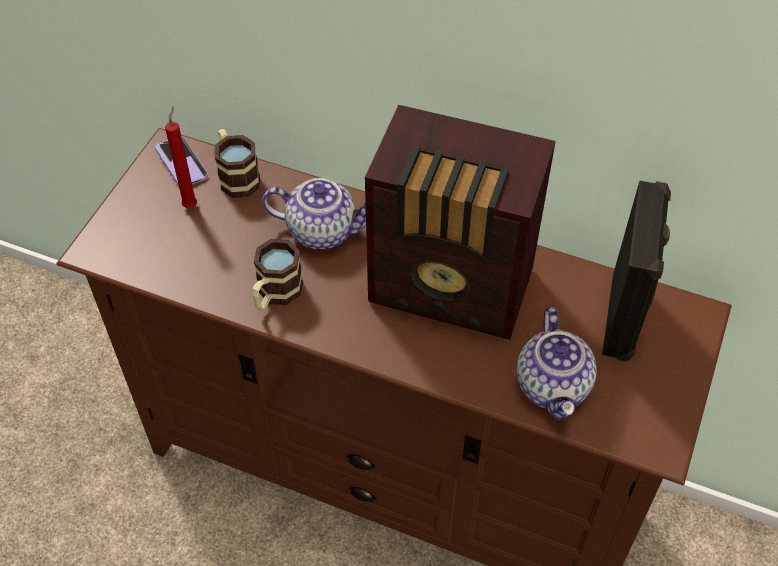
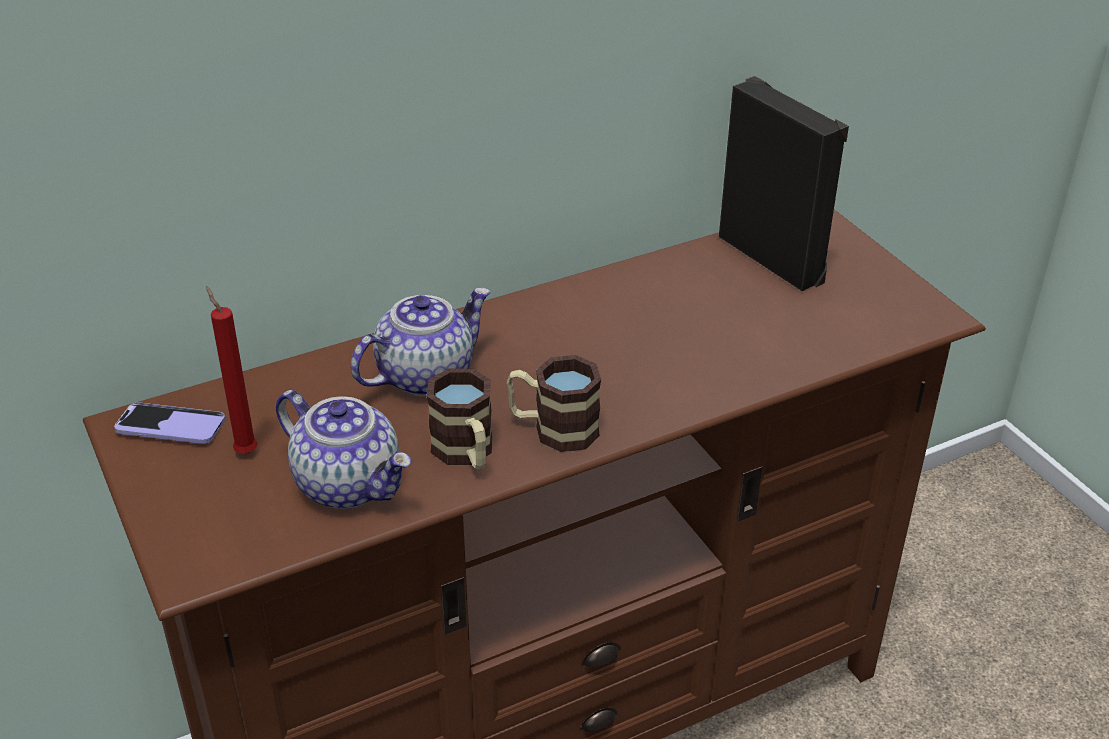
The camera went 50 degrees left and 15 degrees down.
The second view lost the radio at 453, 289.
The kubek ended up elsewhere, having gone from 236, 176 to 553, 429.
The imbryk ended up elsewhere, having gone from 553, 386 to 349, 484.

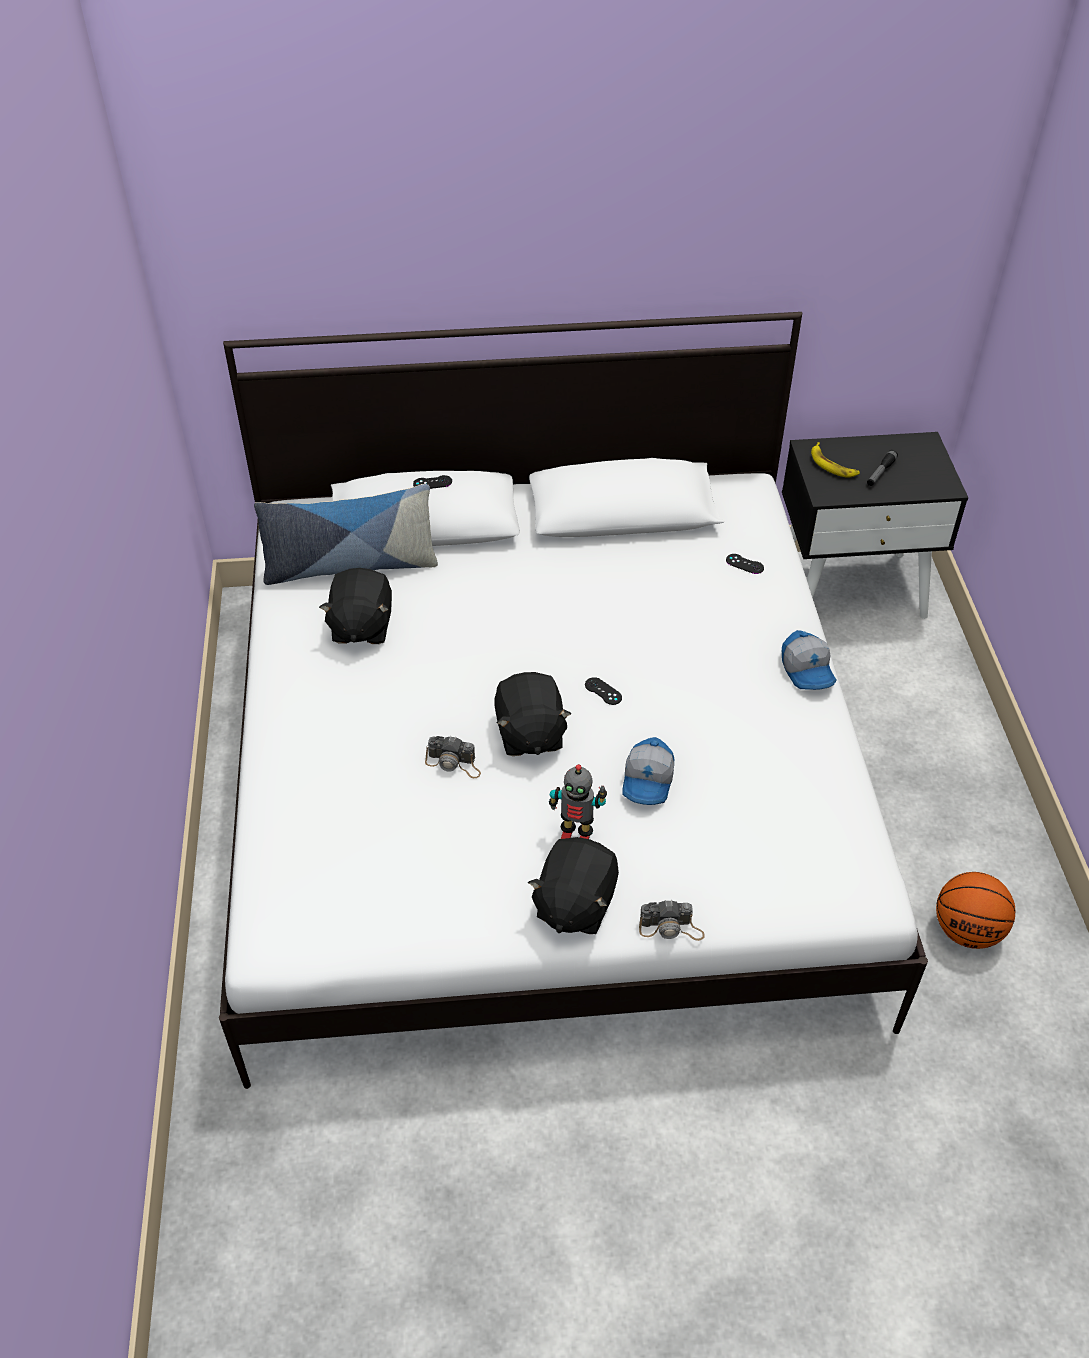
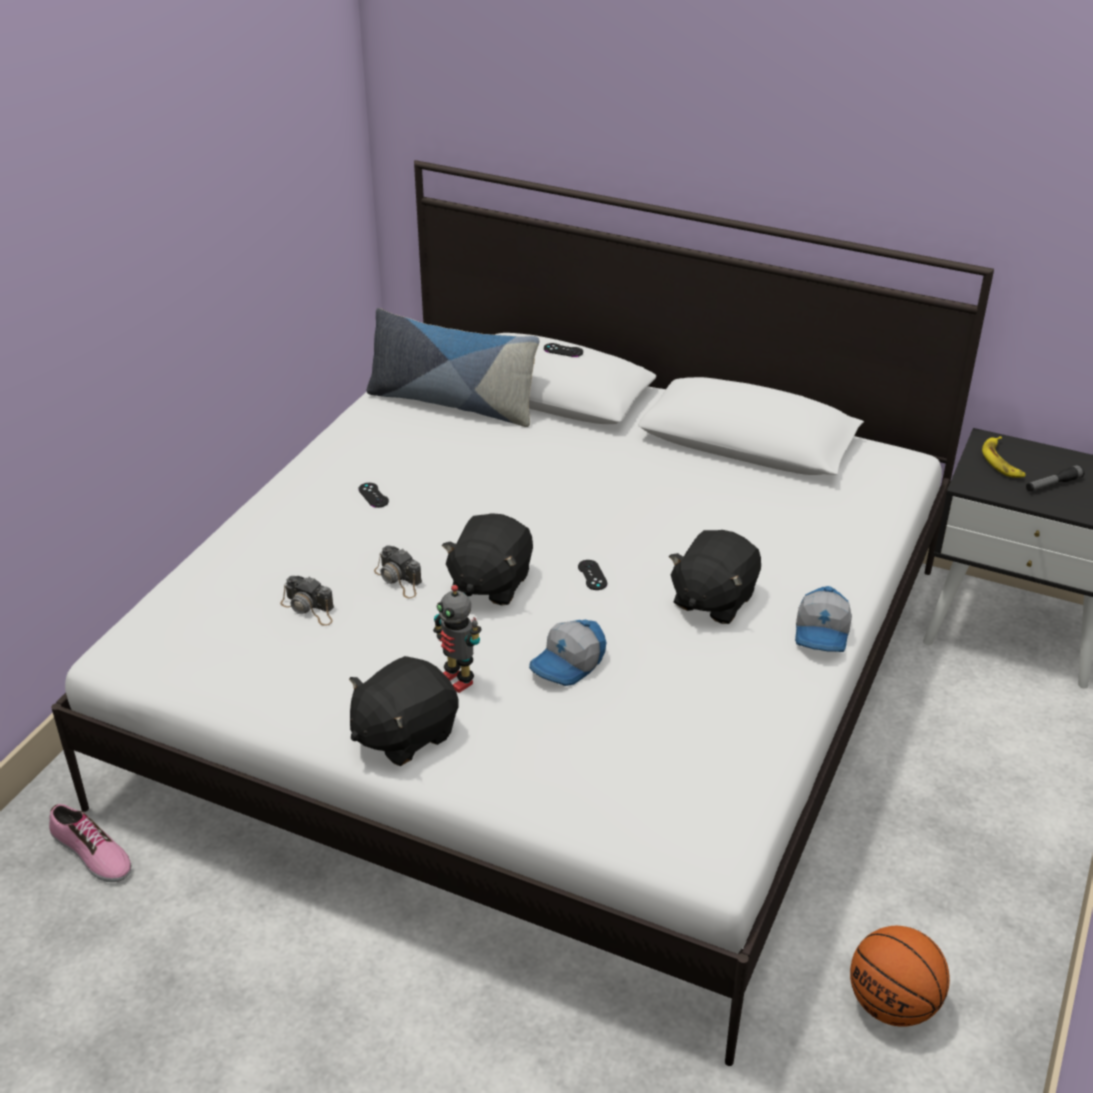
The camera went 30 degrees right and 10 degrees down.
The second view gained the but at 91, 853.
The pluszak [czarny] ended up elsewhere, having gone from 361, 626 to 712, 600.
The aparat fotograficzny ended up elsewhere, having gone from 671, 928 to 309, 608.
The pad do gier [czarny] ended up elsewhere, having gone from 744, 564 to 373, 495.

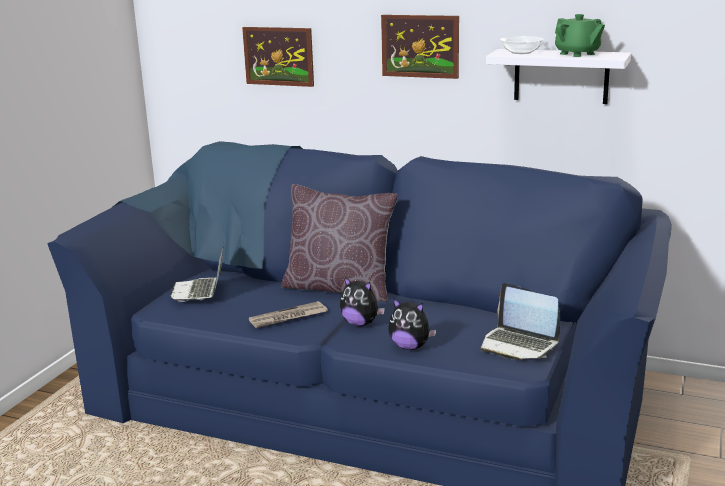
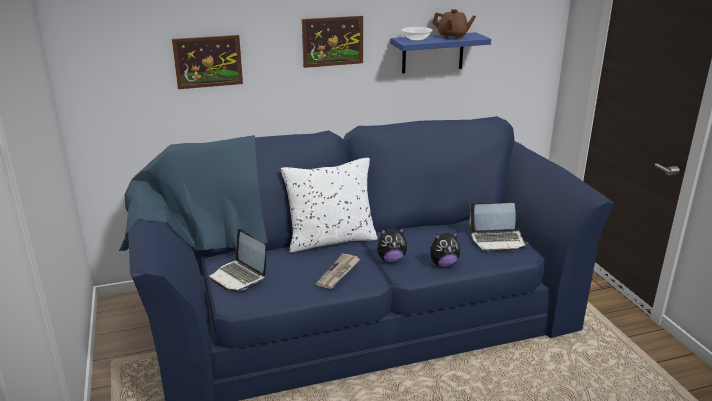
The camera went 40 degrees left and 5 degrees up.
What was the poduszka [brązowy] at 339, 288 turned into the poduszka [biały] at 330, 239.
What was the półka [biały] at 561, 76 turned into the półka [niebieski] at 432, 53.
What was the imbryk [zielony] at 577, 54 turned into the imbryk [brązowy] at 452, 37.

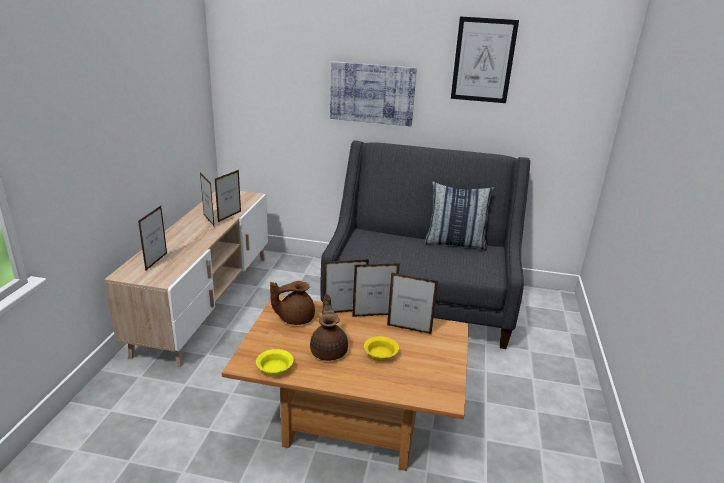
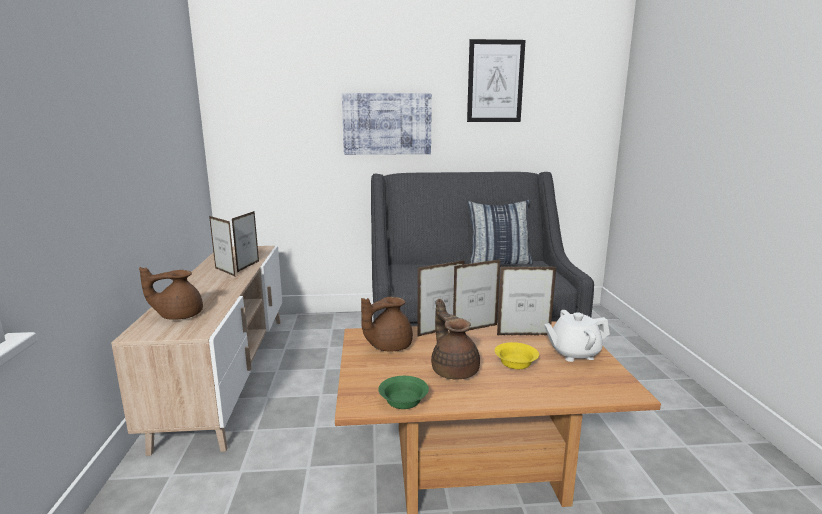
The camera went 15 degrees left and 10 degrees down.
The second view gained the imbryk [biały] at 573, 353.
Where the ramka na zdjęcie stood at 156, 262, the imbryk [brązowy] came to stand at 179, 315.
What was the miska [żółty] at 274, 369 turned into the miska [zielony] at 403, 401.

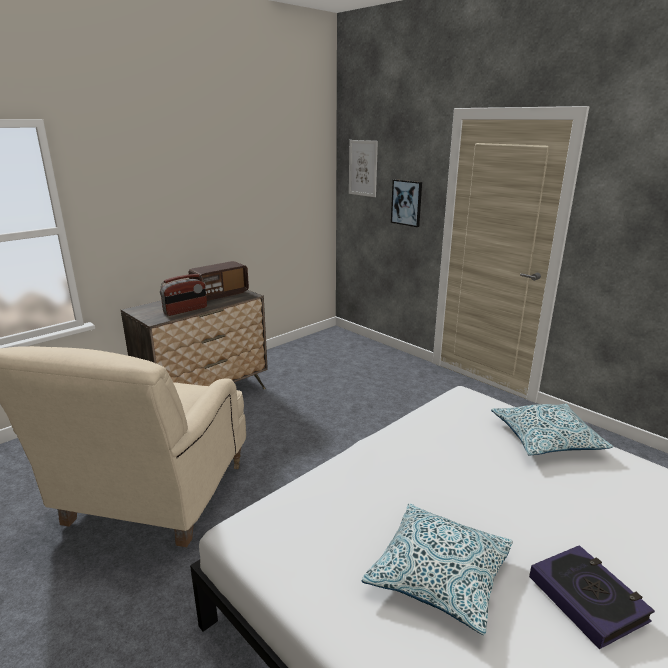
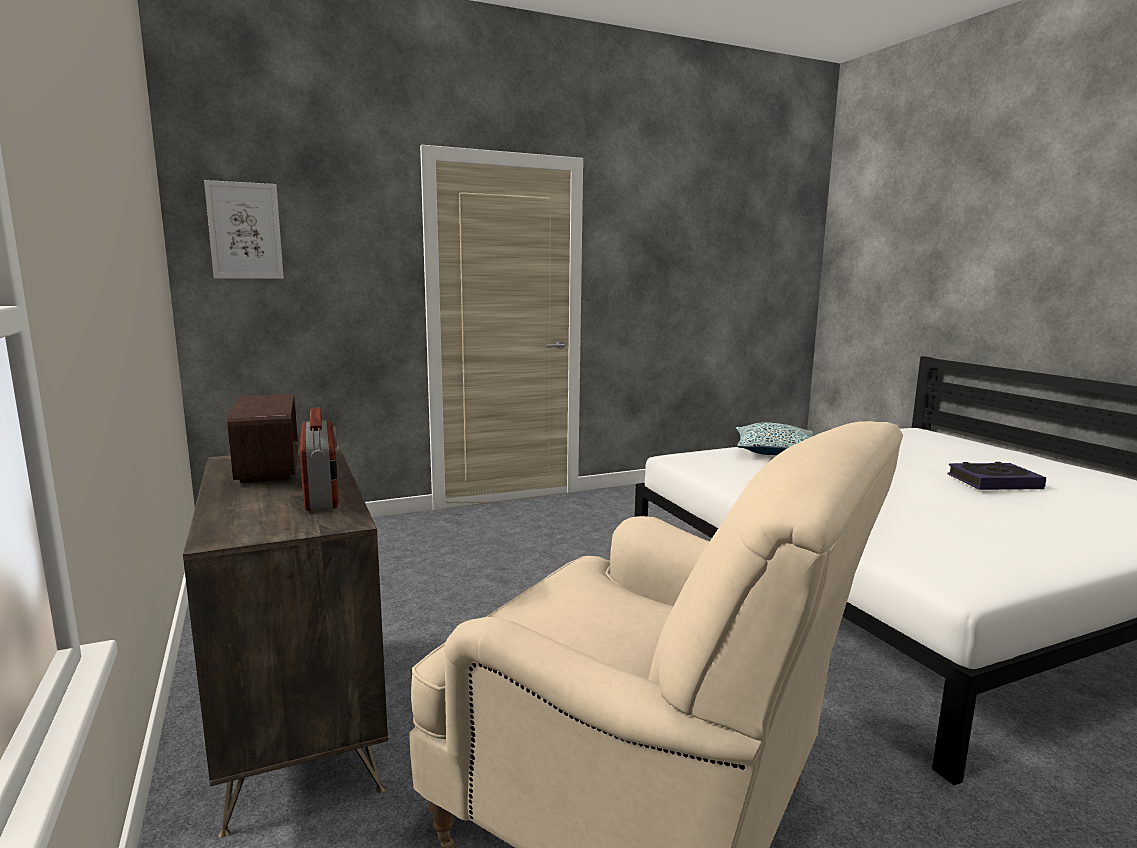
The camera went 70 degrees left and 10 degrees down.
The second view lost the poduszka at 439, 575.
The second view lost the obraz at 407, 202.

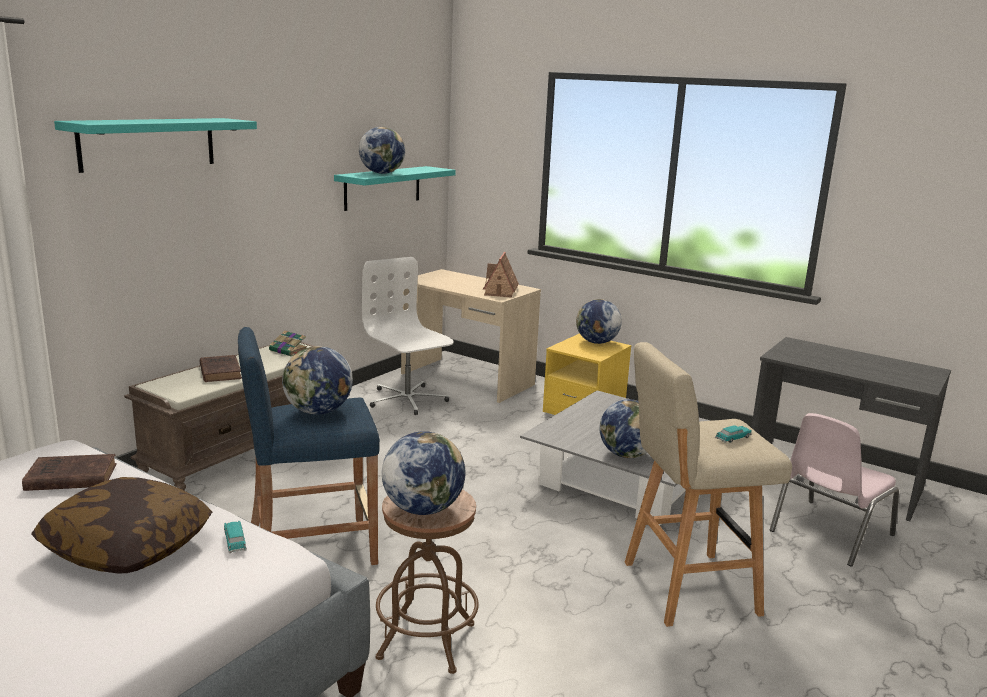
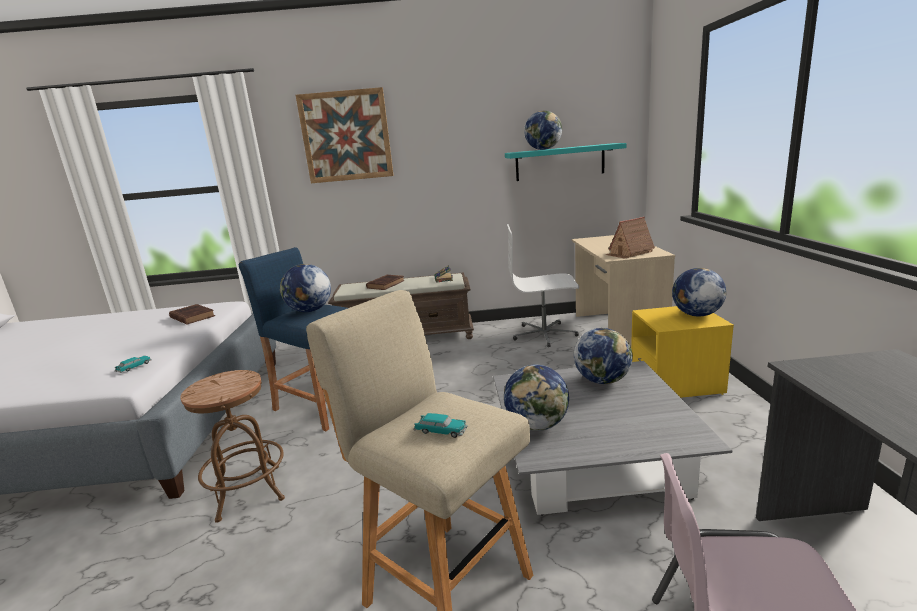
The camera went 55 degrees right and 0 degrees up.
The second view lost the poduszka at 127, 548.
The globus ended up elsewhere, having gone from 422, 509 to 602, 380.
Where the półka [turkusowy] hung at 148, 143, the obraz came to hang at 346, 136.
The krzesło biurowe [biały] at 407, 400 ended up facing another way, 105 degrees counterclockwise from before.

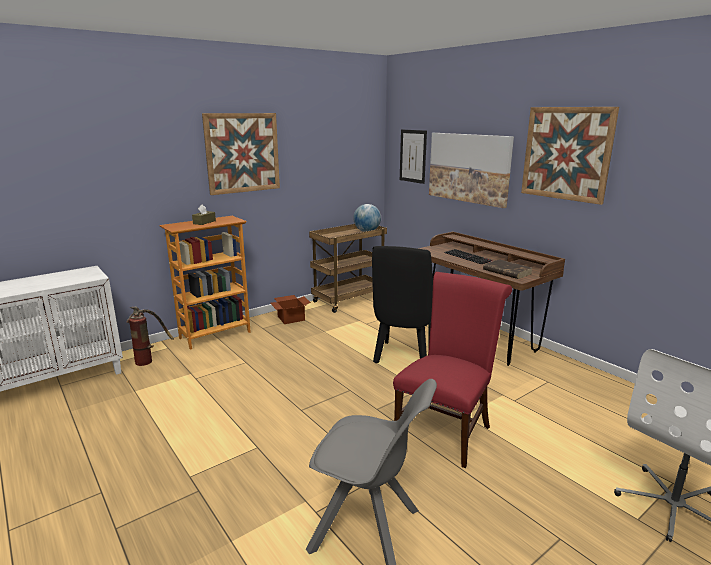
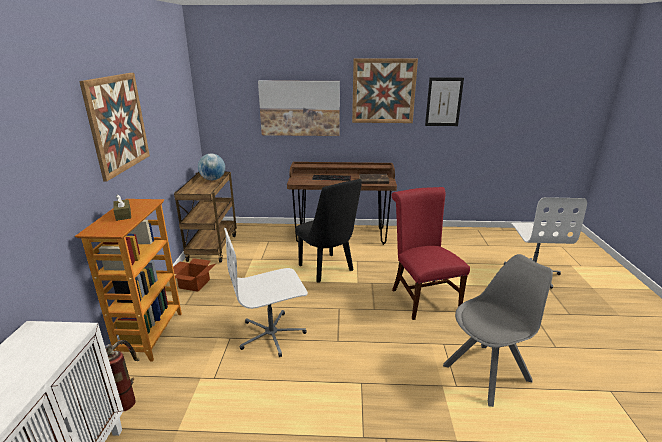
The camera went 50 degrees left and 5 degrees up.
The second view gained the krzesło biurowe [biały] at 272, 334.
The obraz ended up elsewhere, having gone from 413, 156 to 443, 102.

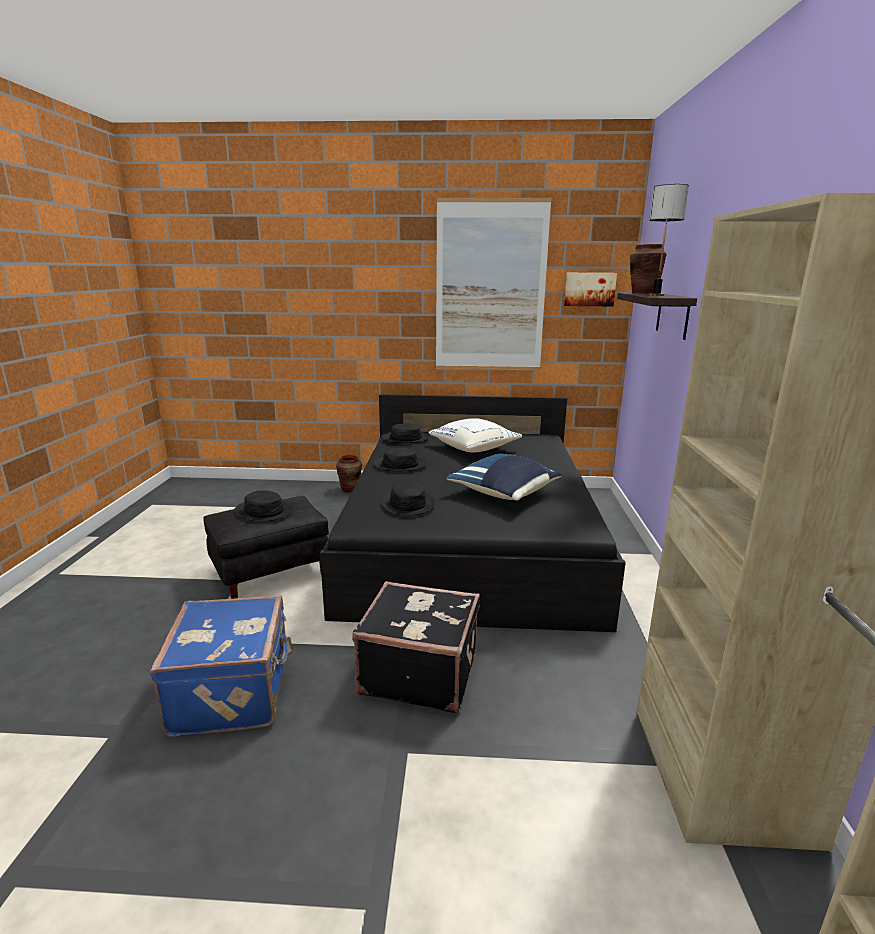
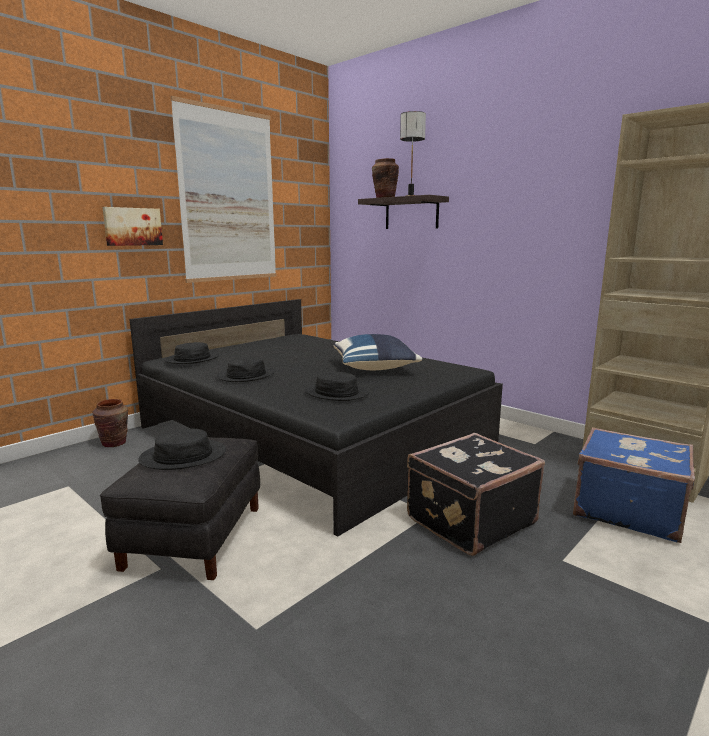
The camera went 50 degrees left and 5 degrees down.
The second view lost the poduszka [biały] at 473, 448.
The walizka [niebieski] ended up elsewhere, having gone from 234, 692 to 627, 510.
The obraz ended up elsewhere, having gone from 589, 289 to 132, 226.

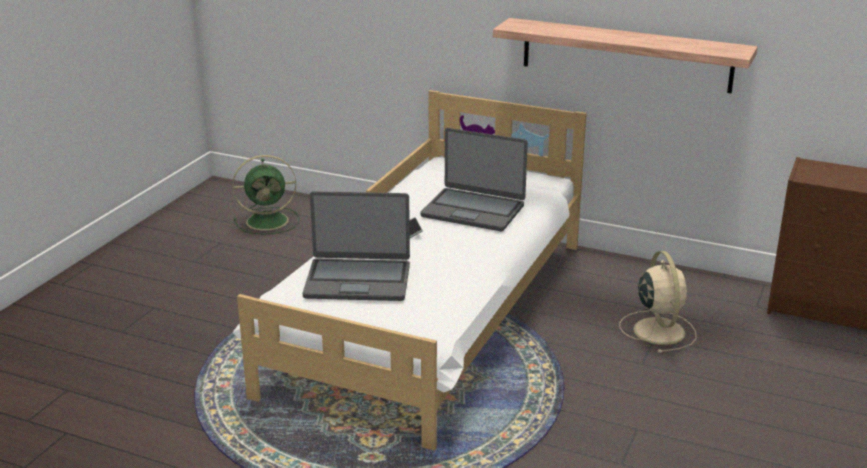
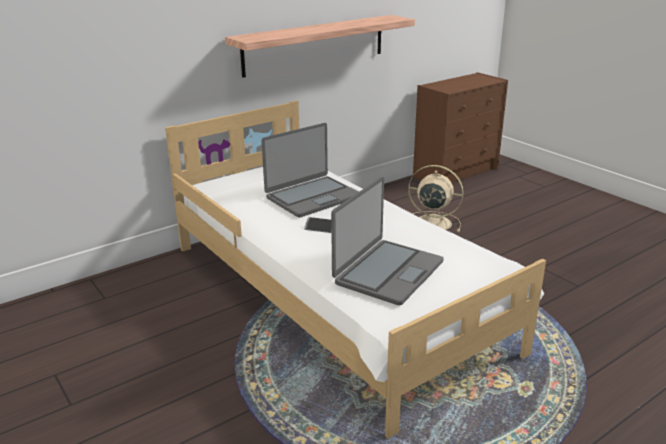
The camera went 60 degrees left and 0 degrees up.
The second view lost the wentylator [zielony] at 269, 221.

